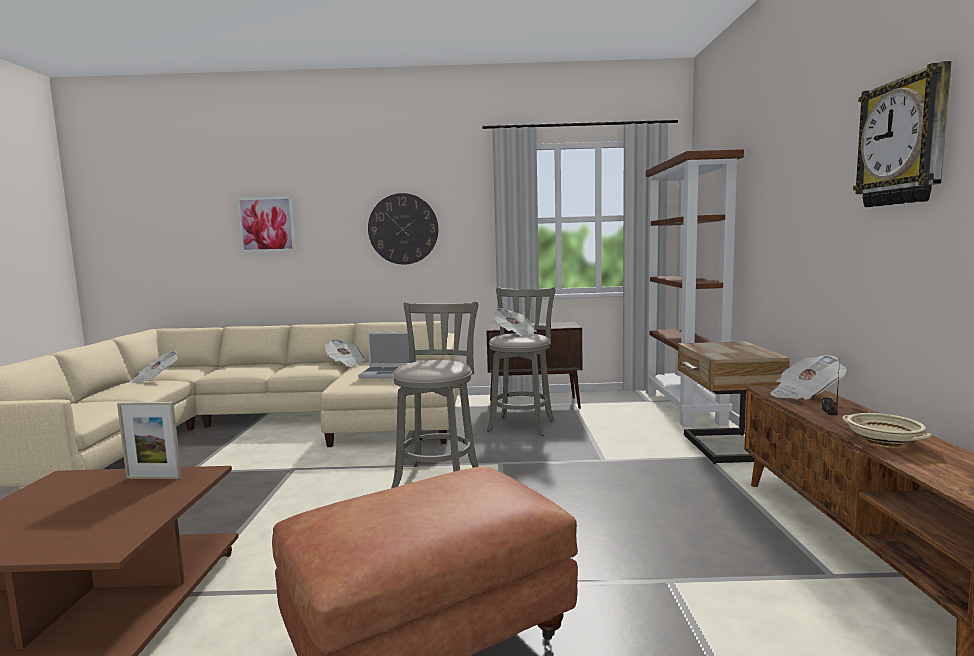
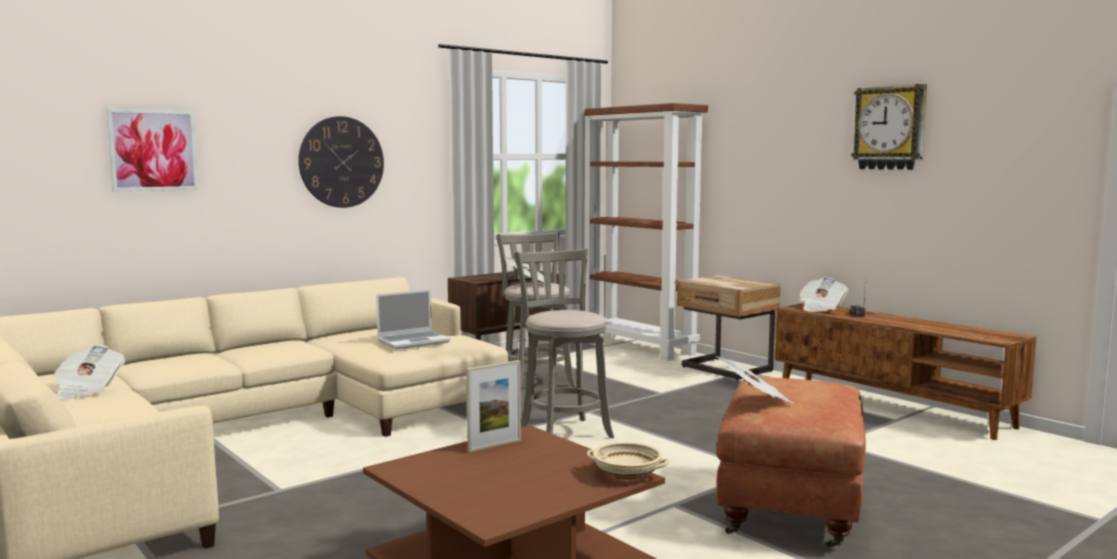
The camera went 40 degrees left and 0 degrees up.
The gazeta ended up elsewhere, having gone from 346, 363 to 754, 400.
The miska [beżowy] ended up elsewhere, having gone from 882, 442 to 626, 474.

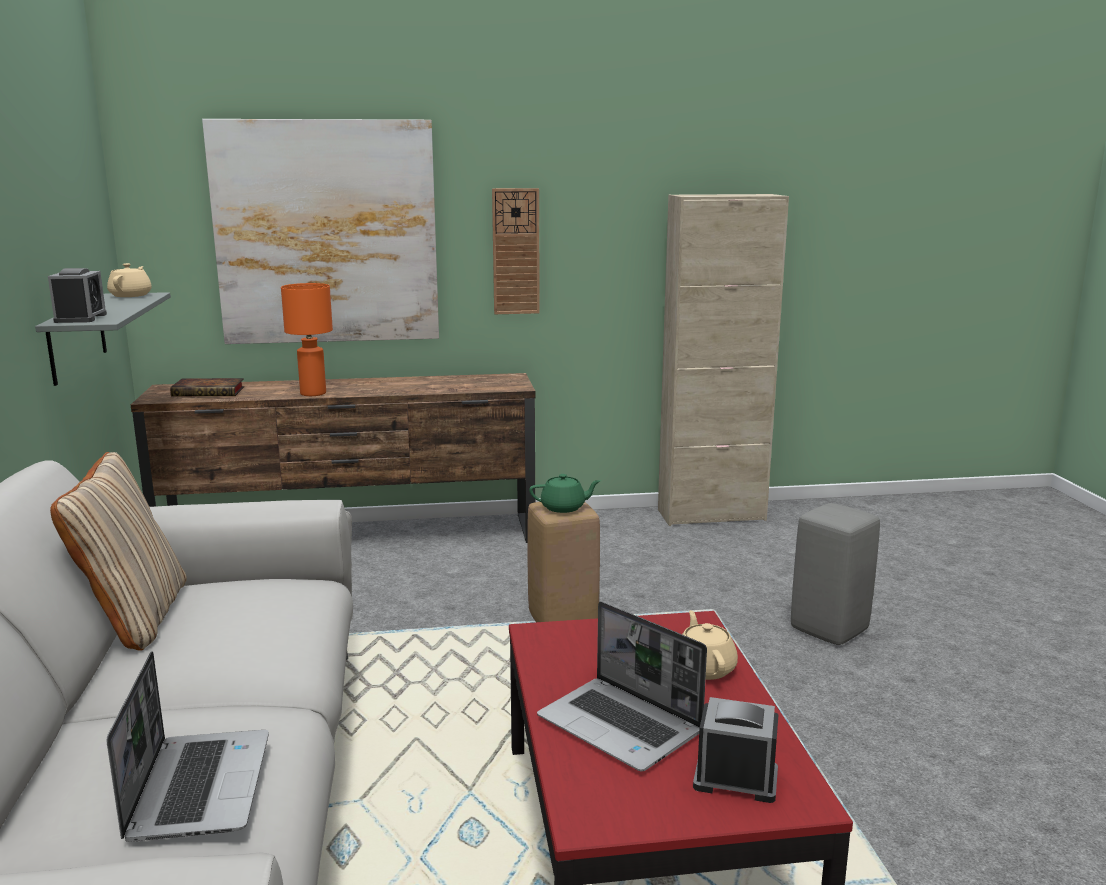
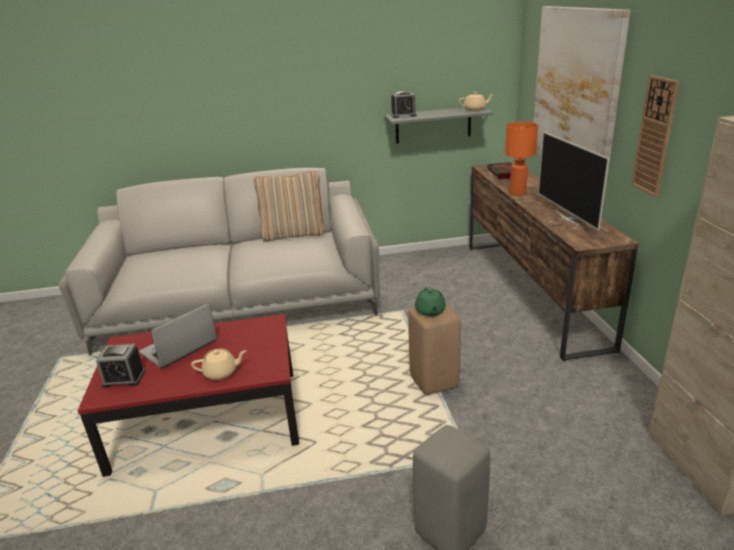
The camera went 90 degrees right and 10 degrees up.
The second view lost the laptop at 198, 785.
The second view gained the telewizor at 569, 219.
The budzik at 735, 779 ended up facing another way, 75 degrees clockwise from before.

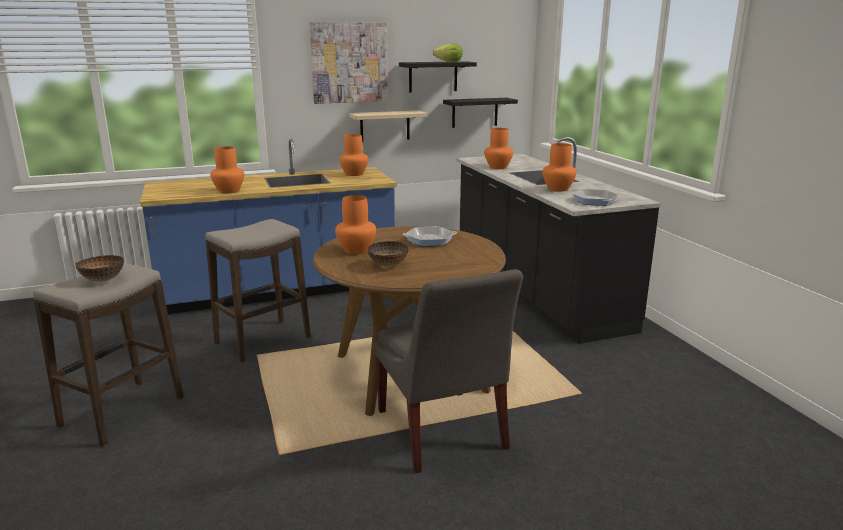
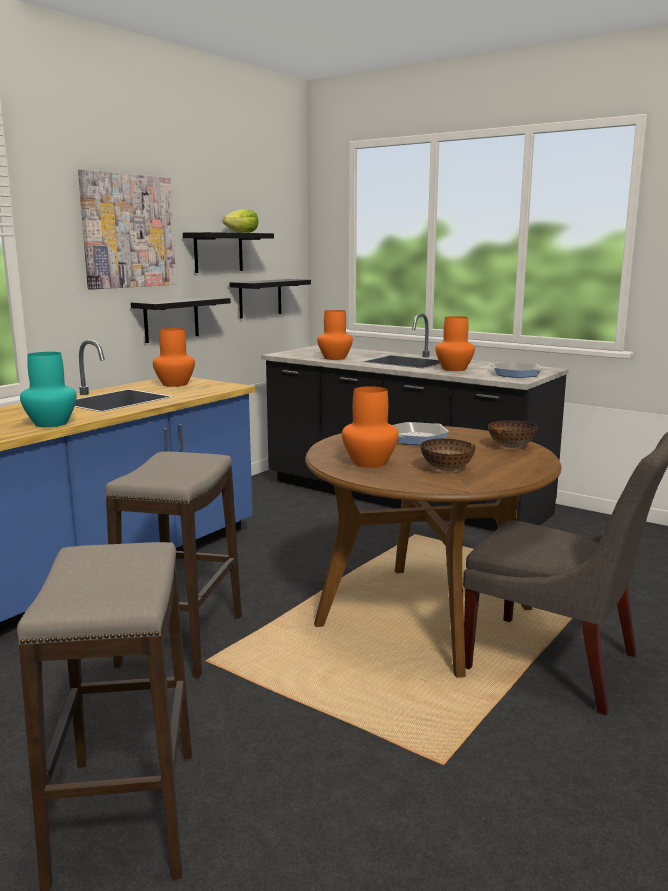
The camera went 35 degrees left and 5 degrees down.
The miska ended up elsewhere, having gone from 103, 280 to 511, 447.
What was the wazon [pomarańczowy] at 228, 191 turned into the wazon [turkusowy] at 51, 424.
What was the półka [beżowy] at 385, 126 turned into the półka [czarny] at 171, 319.

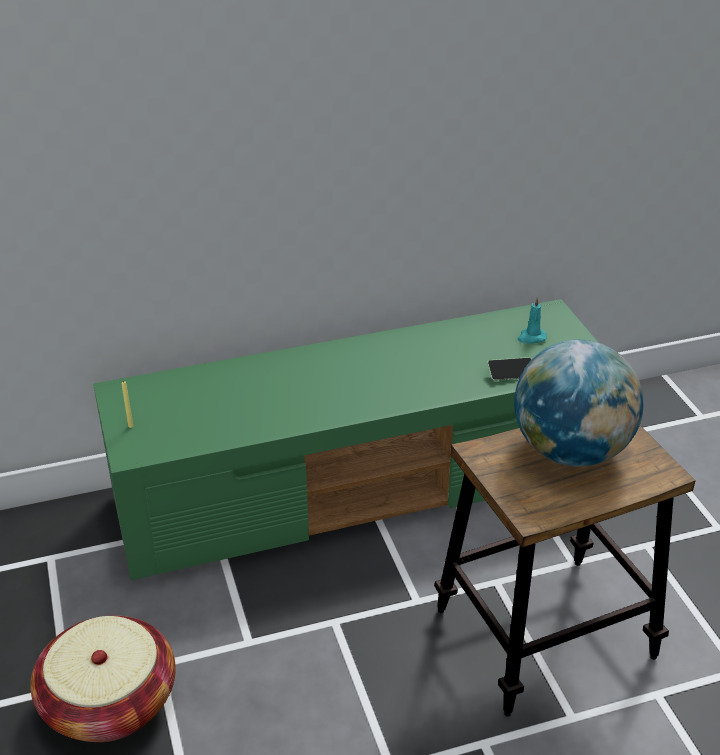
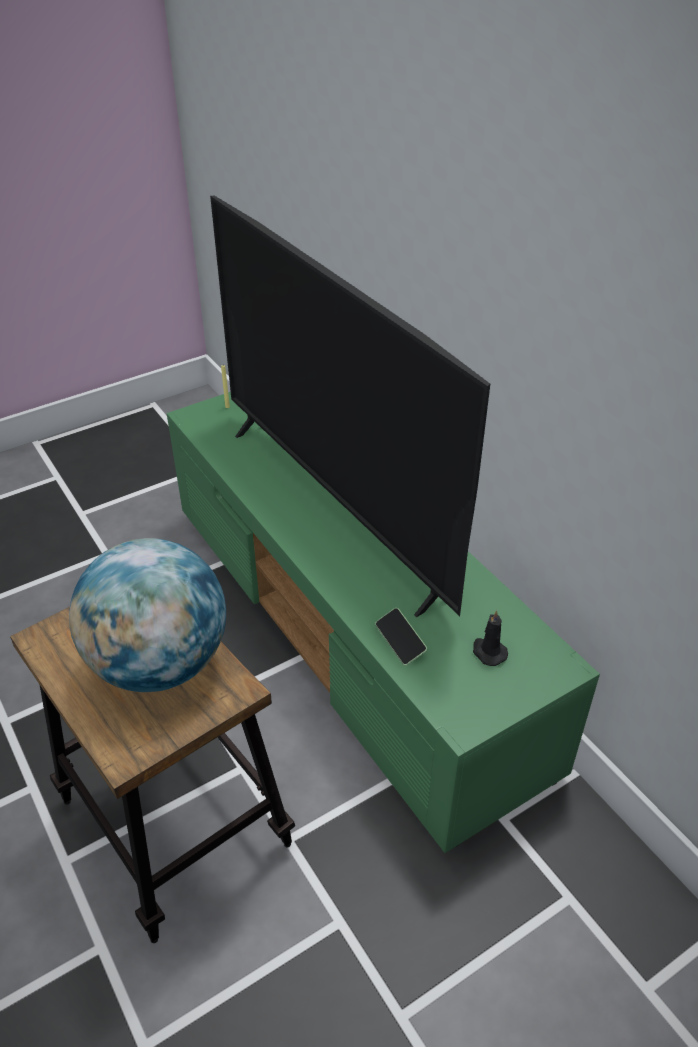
The camera went 75 degrees right and 5 degrees up.
The second view lost the koszyk at 110, 702.
The second view gained the telewizor at 335, 507.
What was the świeca [turkusowy] at 531, 337 turned into the świeca [czarny] at 488, 652.

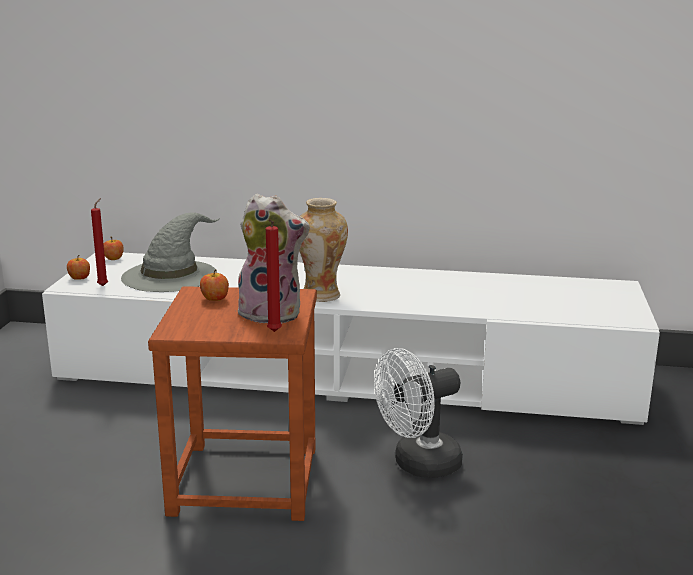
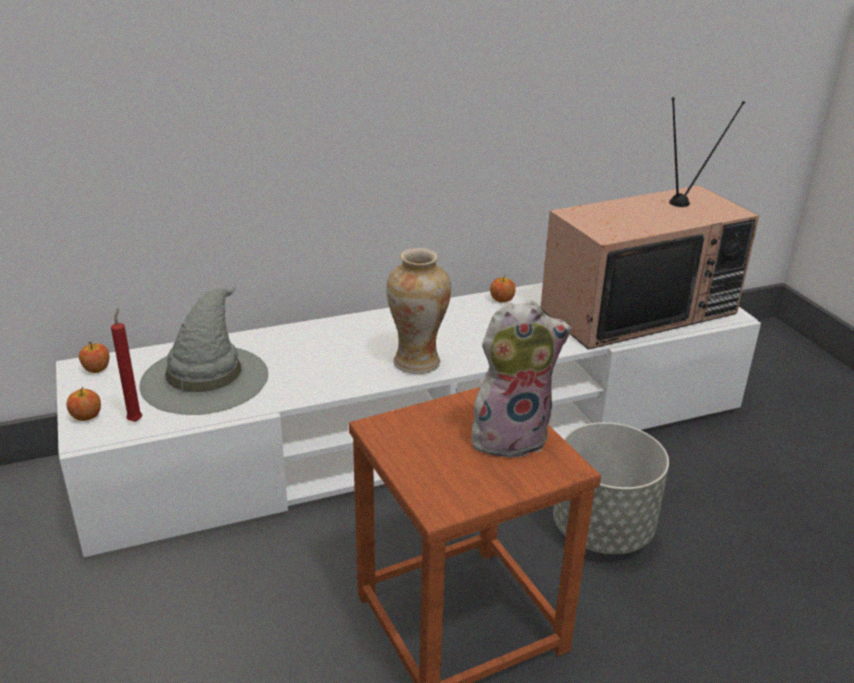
The camera went 30 degrees left and 10 degrees up.
The second view lost the świeca [czerwony] at 273, 332.
The second view gained the telewizor at 638, 309.
The jabłko ended up elsewhere, having gone from 215, 299 to 502, 300.
Where the wentylator [biały] stood at 418, 465, the donica [szary] came to stand at 603, 529.

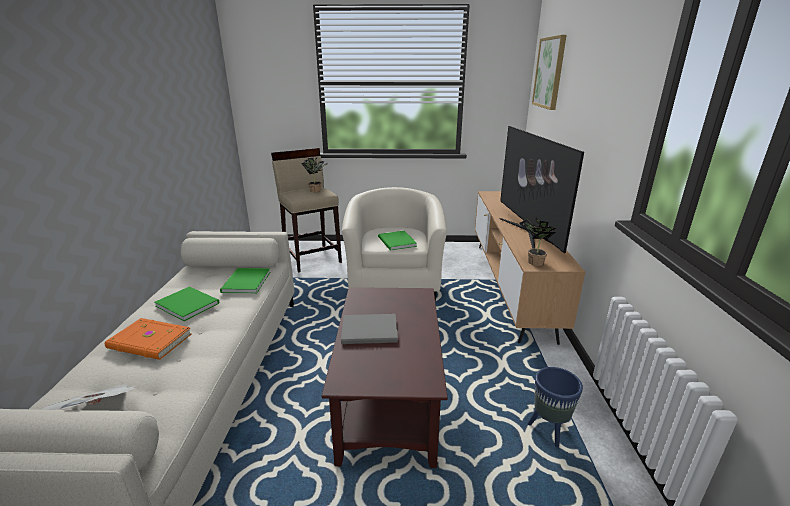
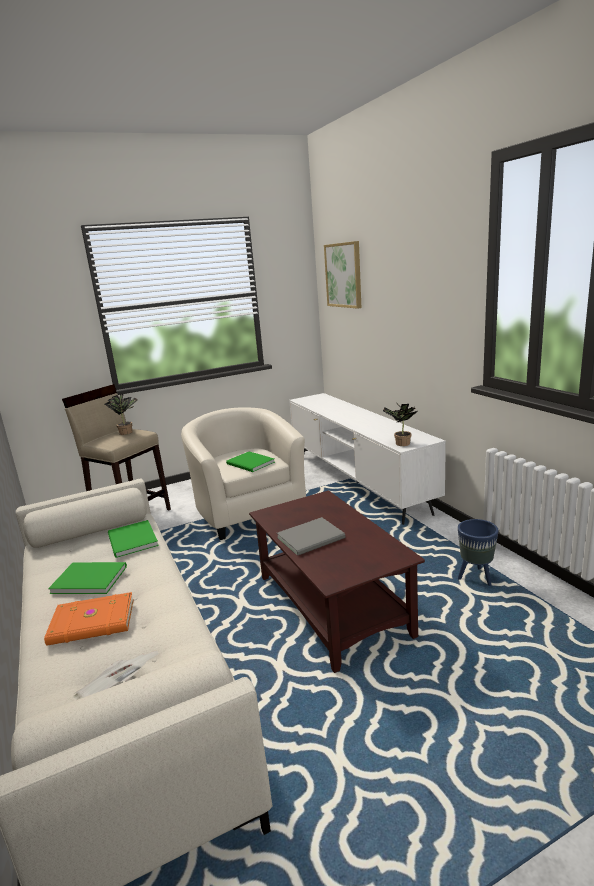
The camera went 25 degrees left and 5 degrees down.
The second view lost the telewizor at 528, 232.
What was the szafka pod telewizor [brązowy] at 509, 285 turned into the szafka pod telewizor [biały] at 357, 482.

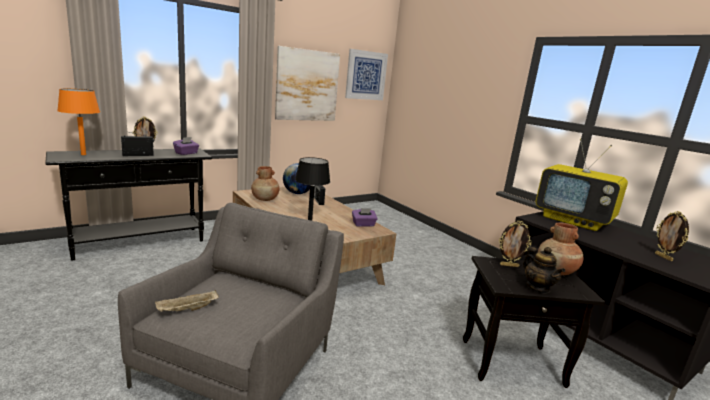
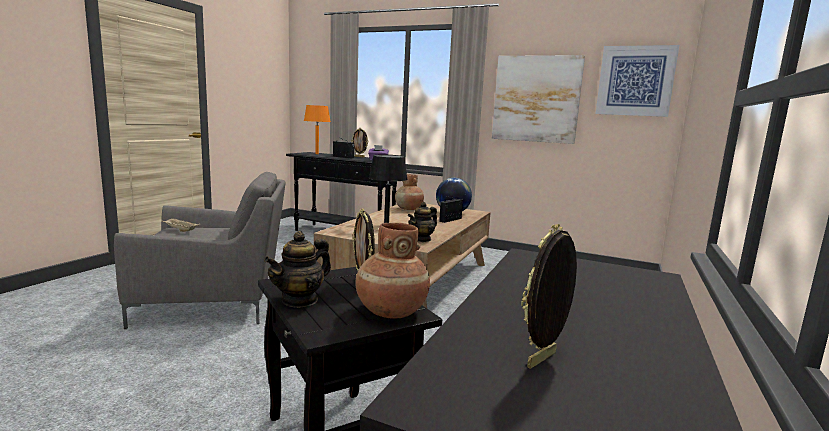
The camera went 60 degrees right and 5 degrees down.
The second view lost the telewizor at 573, 220.
Where the pudełko chusteczek [fioletowy] stood at 363, 224, the imbryk came to stand at 422, 239.

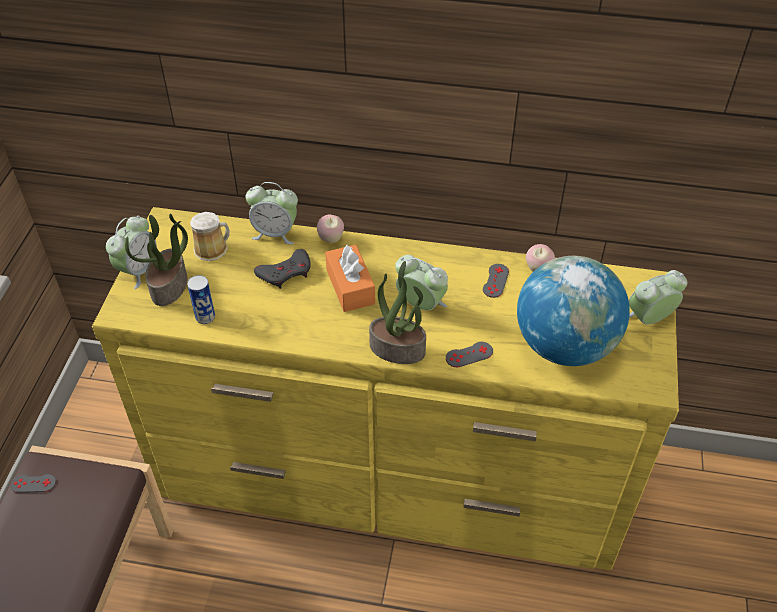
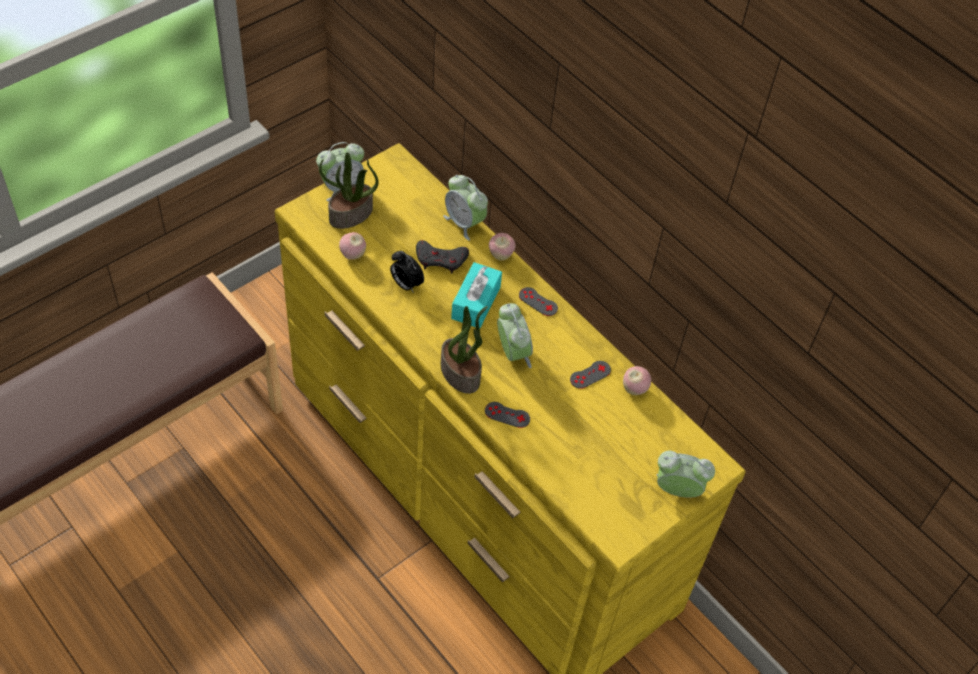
The camera went 35 degrees right and 5 degrees up.
The second view lost the kubek at 213, 249.
The second view lost the globus at 564, 345.
The second view gained the budzik at 406, 284.
The pad do gier [szary] ended up elsewhere, having gone from 33, 483 to 538, 302.
Where the puszka stood at 205, 317, the jabłko came to stand at 353, 255.
What was the pudełko chusteczek [pomarańczowy] at 350, 287 turned into the pudełko chusteczek [turkusowy] at 476, 303.

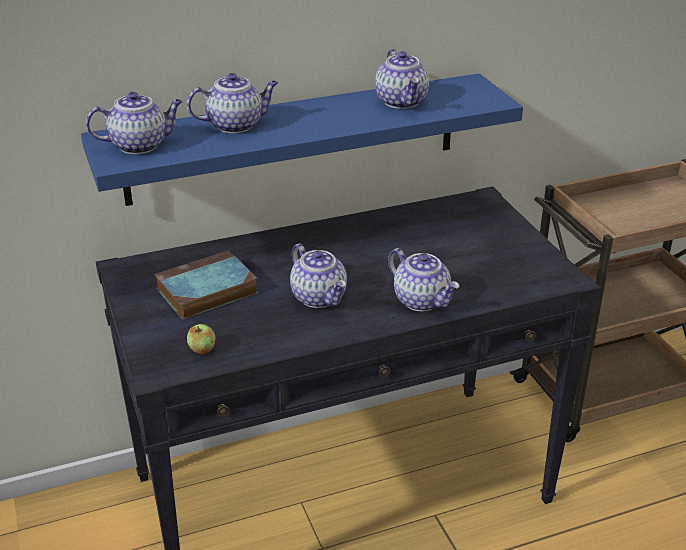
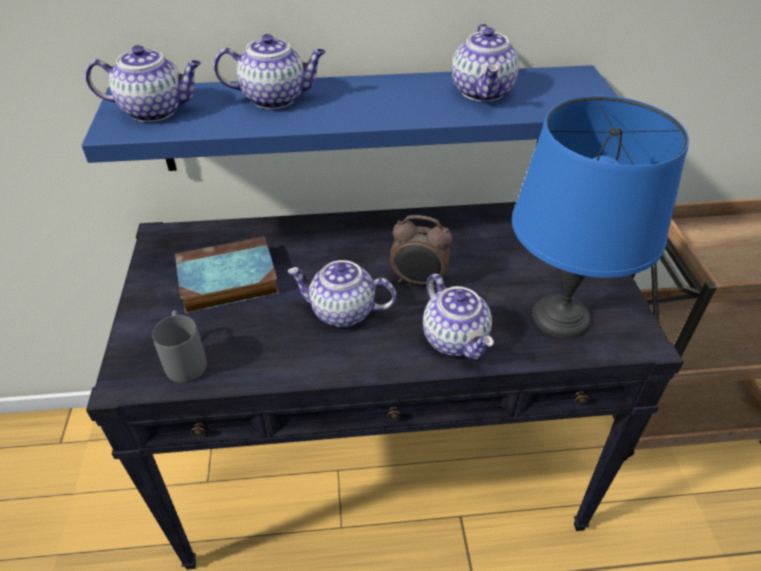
The camera went 15 degrees right and 10 degrees up.
The second view gained the budzik at 418, 281.
The second view gained the lampa stołowa [niebieski] at 561, 318.
Where the jabłko stood at 202, 349, the kubek [szary] came to stand at 185, 359.
The imbryk at 319, 297 ended up facing another way, 120 degrees clockwise from before.

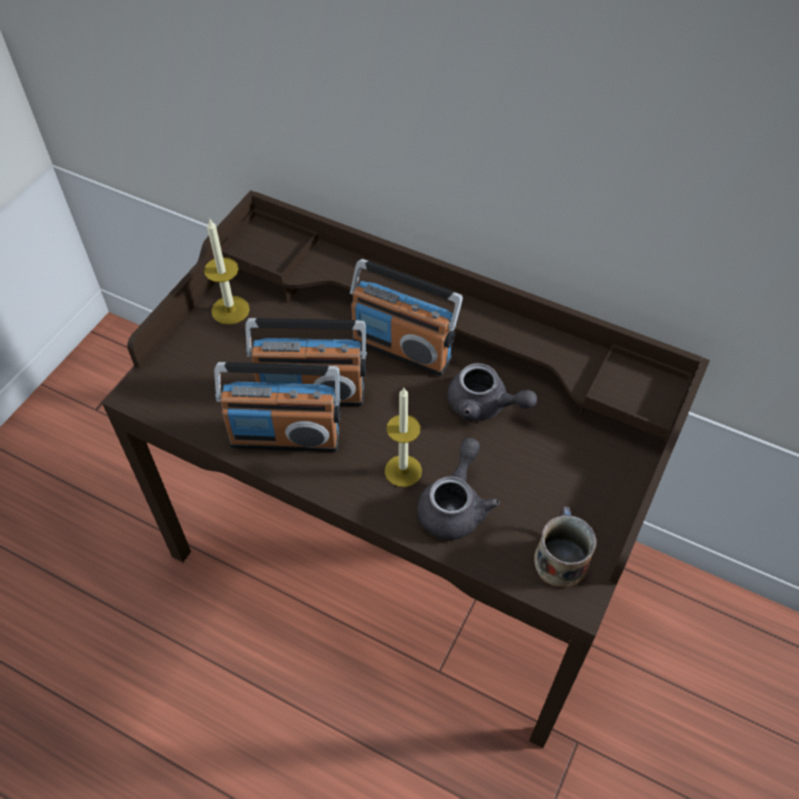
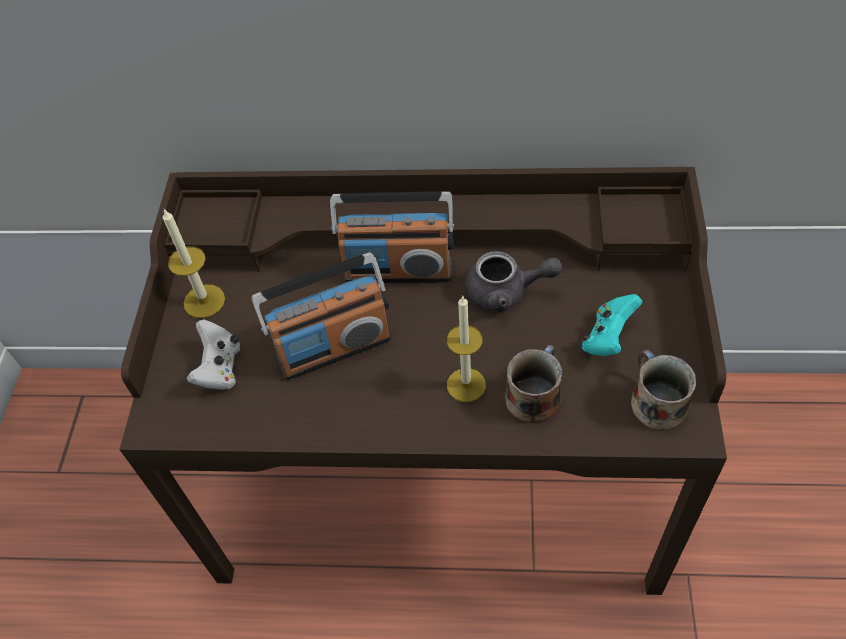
The camera went 20 degrees left and 0 degrees up.
The second view lost the radio at 285, 436.
The second view gained the pad do gier [biały] at 220, 368.
The second view gained the pad do gier [turkusowy] at 607, 338.
Where the imbryk [szary] stood at 455, 505, the kubek came to stand at 533, 396.

